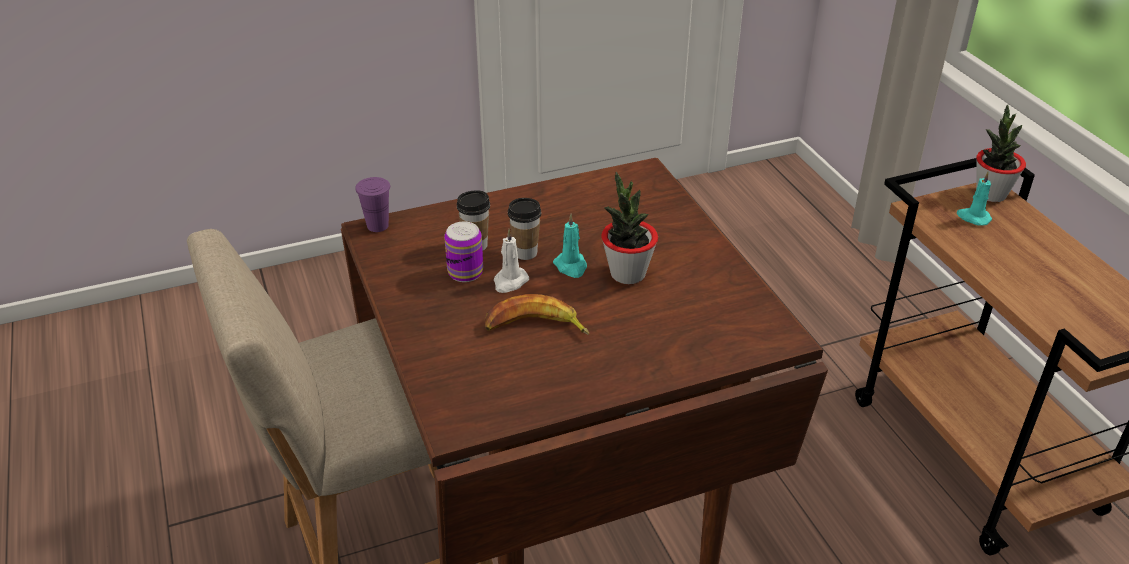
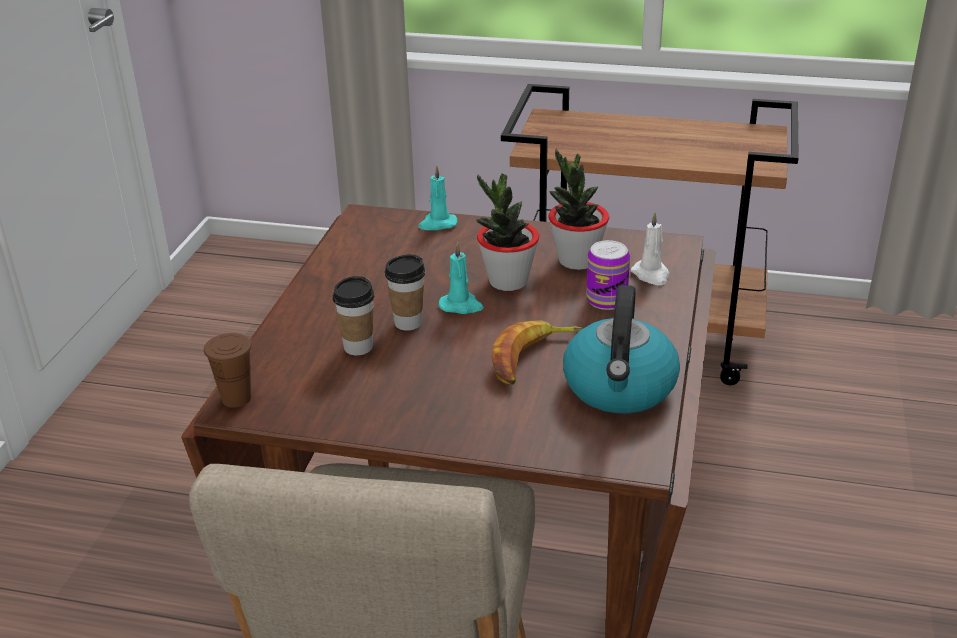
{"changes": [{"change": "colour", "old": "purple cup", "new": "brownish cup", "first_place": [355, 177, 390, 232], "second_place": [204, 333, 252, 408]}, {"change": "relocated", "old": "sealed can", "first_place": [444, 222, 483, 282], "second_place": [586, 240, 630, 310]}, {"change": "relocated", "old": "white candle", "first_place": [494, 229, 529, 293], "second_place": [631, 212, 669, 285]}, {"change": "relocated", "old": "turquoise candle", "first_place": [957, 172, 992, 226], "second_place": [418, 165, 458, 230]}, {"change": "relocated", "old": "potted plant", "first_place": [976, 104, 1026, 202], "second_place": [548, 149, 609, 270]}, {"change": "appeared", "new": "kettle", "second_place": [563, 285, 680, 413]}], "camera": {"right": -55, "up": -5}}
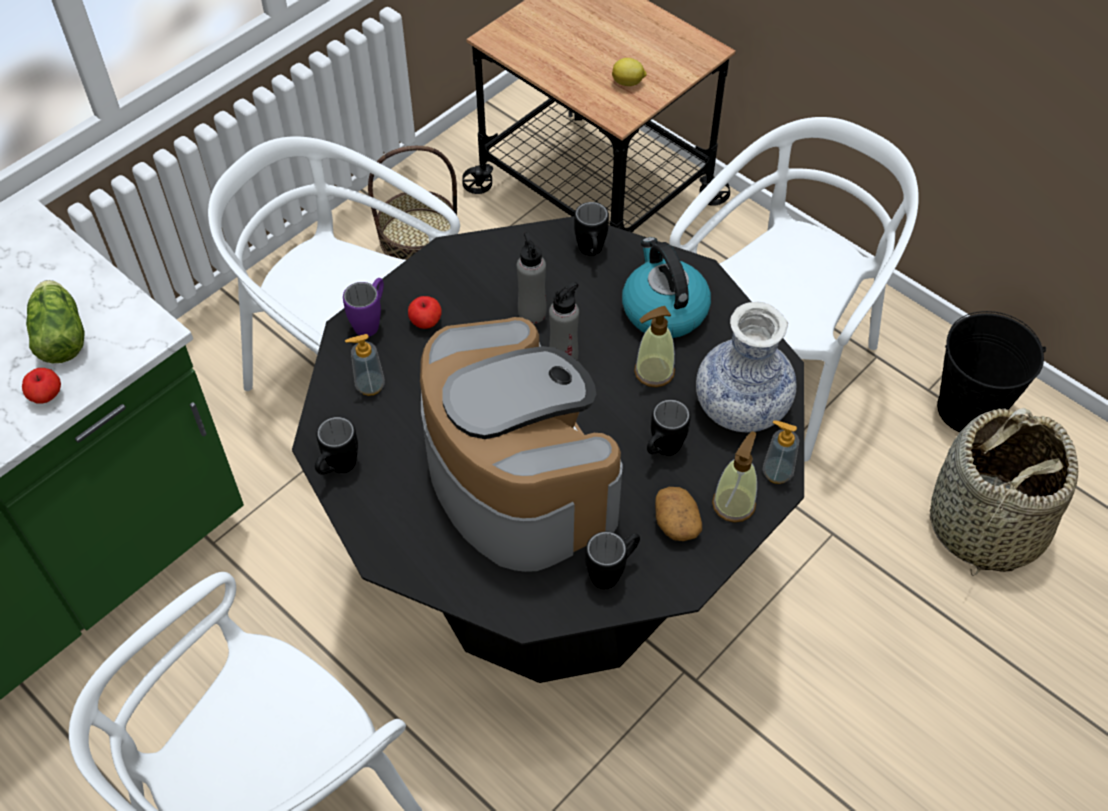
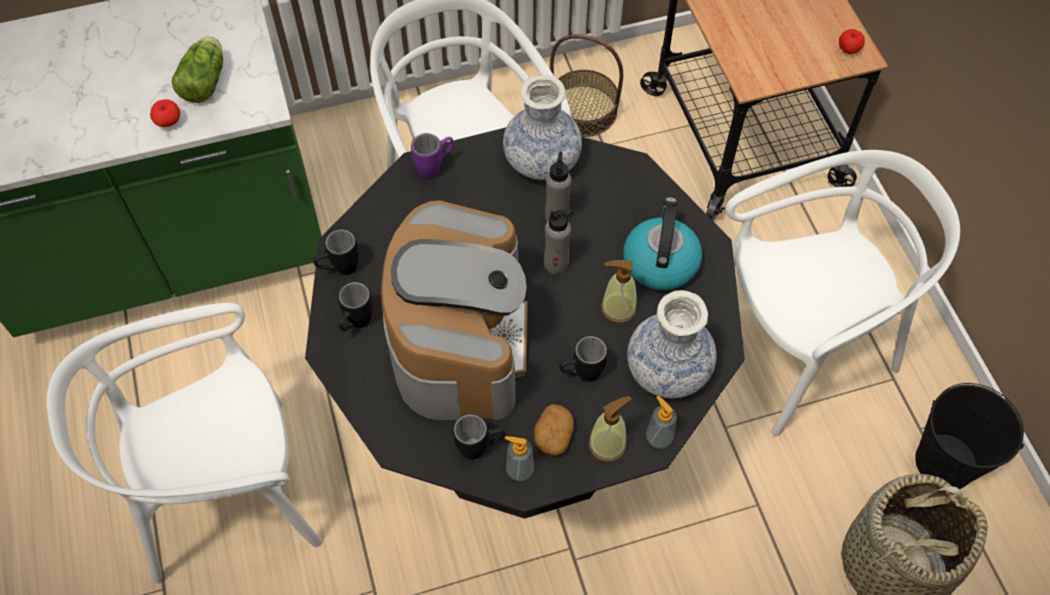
{"changes": [{"change": "relocated", "old": "soap bottle", "first_place": [345, 334, 385, 396], "second_place": [505, 436, 534, 481]}, {"change": "relocated", "old": "apple fruit", "first_place": [408, 296, 442, 329], "second_place": [839, 29, 865, 54]}, {"change": "relocated", "old": "black tea mug", "first_place": [574, 202, 609, 256], "second_place": [338, 282, 373, 331]}, {"change": "missing", "old": "lemon", "first_place": [612, 58, 647, 86]}, {"change": "appeared", "new": "flower vase", "second_place": [503, 75, 582, 180]}], "camera": {"right": 30, "up": 5}}
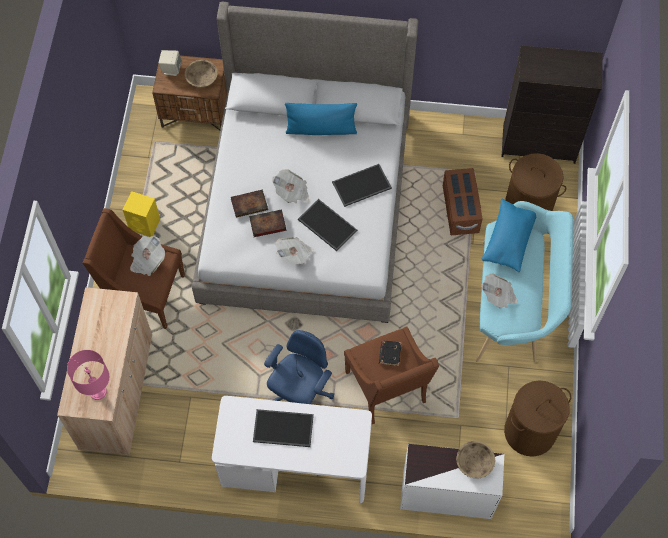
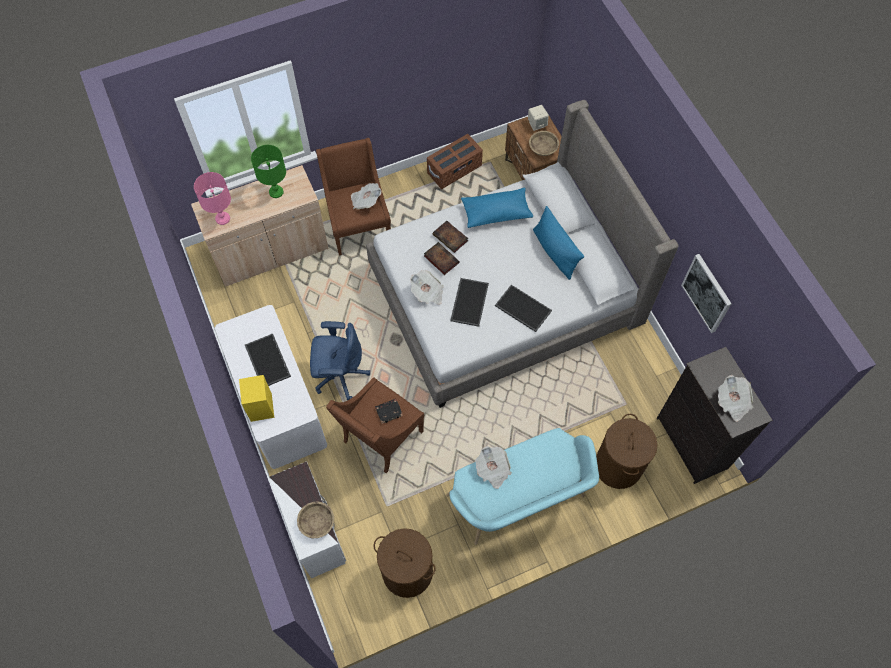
{"changes": [{"change": "relocated", "old": "yellow-coloured loudspeaker", "first_place": [123, 191, 160, 237], "second_place": [239, 375, 274, 422]}, {"change": "relocated", "old": "newspaper", "first_place": [272, 169, 309, 203], "second_place": [718, 375, 753, 422]}, {"change": "relocated", "old": "brownish storage container", "first_place": [443, 168, 483, 235], "second_place": [427, 134, 483, 189]}, {"change": "relocated", "old": "blue-coloured pillow", "first_place": [481, 199, 536, 272], "second_place": [461, 187, 533, 228]}, {"change": "appeared", "new": "green table lamp", "second_place": [251, 145, 286, 198]}, {"change": "appeared", "new": "wall picture", "second_place": [681, 254, 732, 333]}], "camera": {"right": 60, "up": 0}}
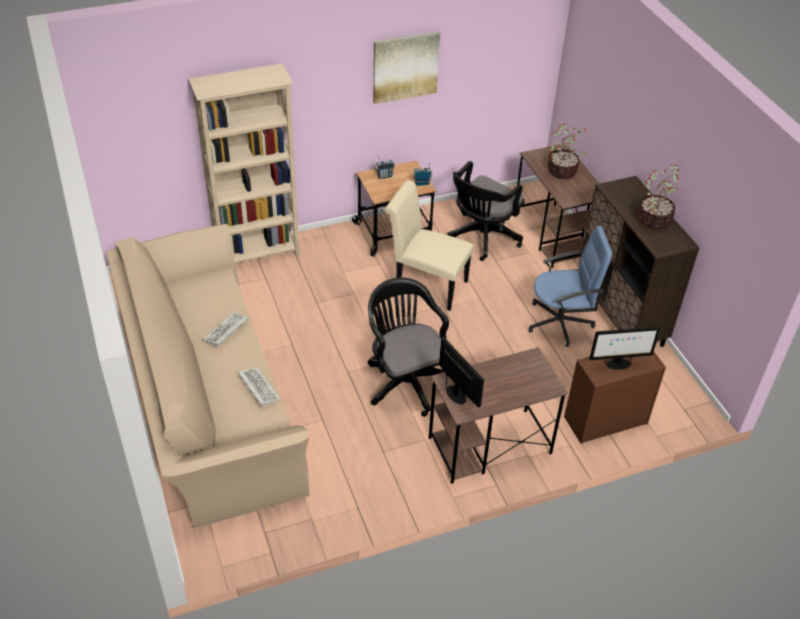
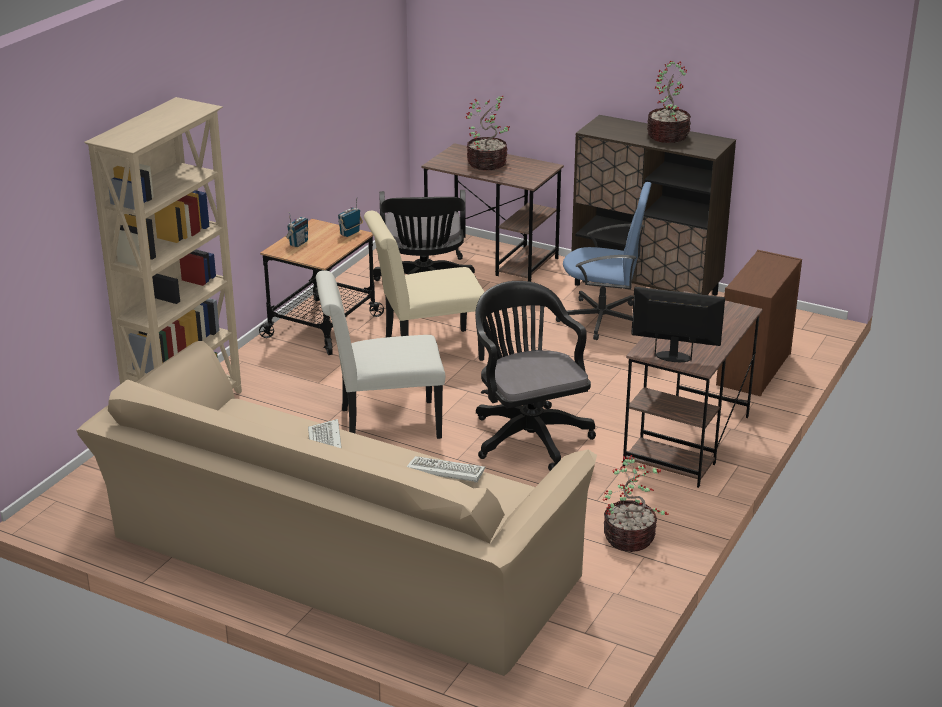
{"changes": [{"change": "spun", "old": "black desk chair", "first_place": [368, 278, 449, 417], "second_place": [475, 281, 596, 471], "degrees": 45}, {"change": "missing", "old": "wall picture", "first_place": [373, 31, 440, 104]}, {"change": "spun", "old": "blue-coloured desk chair", "first_place": [528, 226, 612, 347], "second_place": [556, 182, 651, 340], "degrees": 60}, {"change": "missing", "old": "computer display", "first_place": [589, 327, 661, 370]}, {"change": "appeared", "new": "white chair", "second_place": [316, 270, 445, 439]}, {"change": "appeared", "new": "potted plant", "second_place": [603, 455, 669, 552]}], "camera": {"right": -40, "up": -15}}
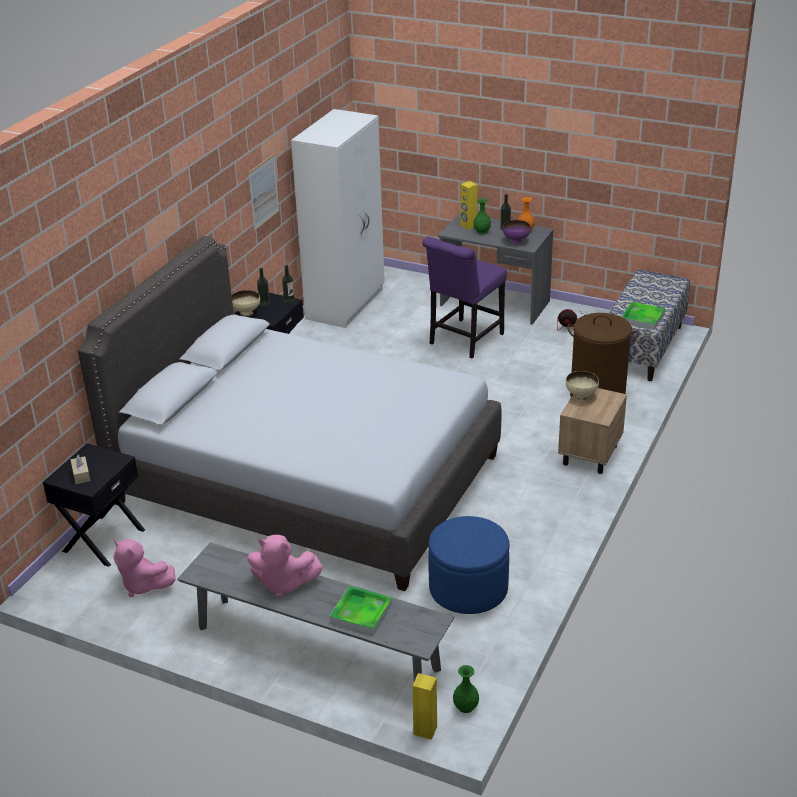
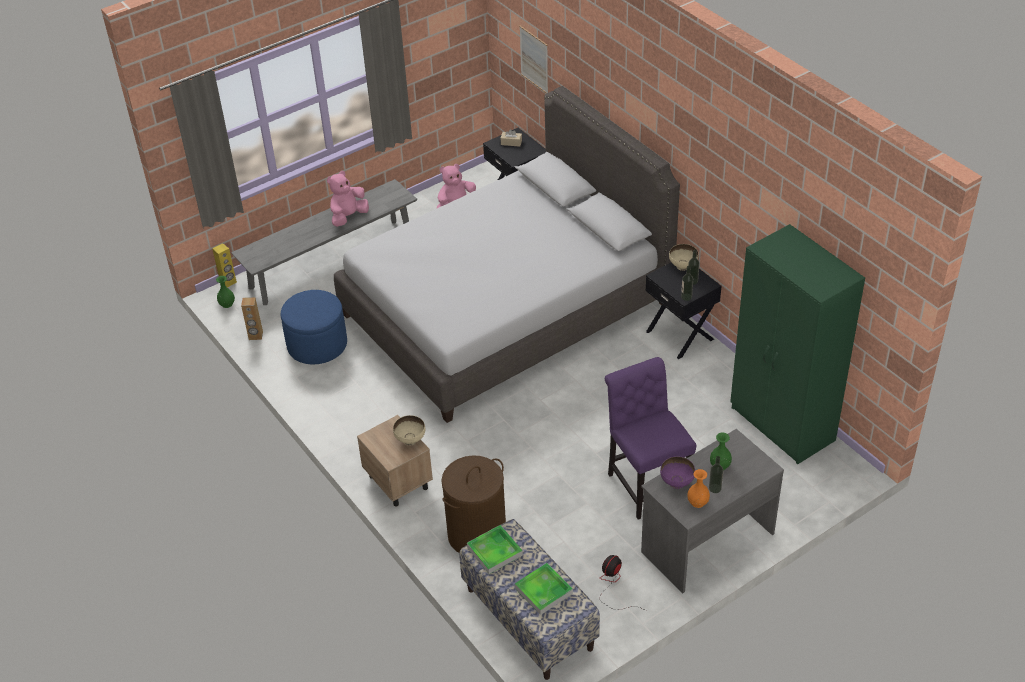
{"changes": [{"change": "relocated", "old": "wall picture", "first_place": [248, 154, 280, 231], "second_place": [519, 26, 548, 93]}, {"change": "colour", "old": "white clothes cupboard", "new": "green clothes cupboard", "first_place": [291, 109, 385, 328], "second_place": [730, 224, 865, 464]}, {"change": "relocated", "old": "serving tray", "first_place": [329, 586, 392, 635], "second_place": [515, 563, 573, 615]}, {"change": "missing", "old": "yellow-coloured loudspeaker", "first_place": [460, 181, 477, 230]}, {"change": "appeared", "new": "brownish loudspeaker", "second_place": [241, 297, 263, 340]}], "camera": {"right": 120, "up": 10}}
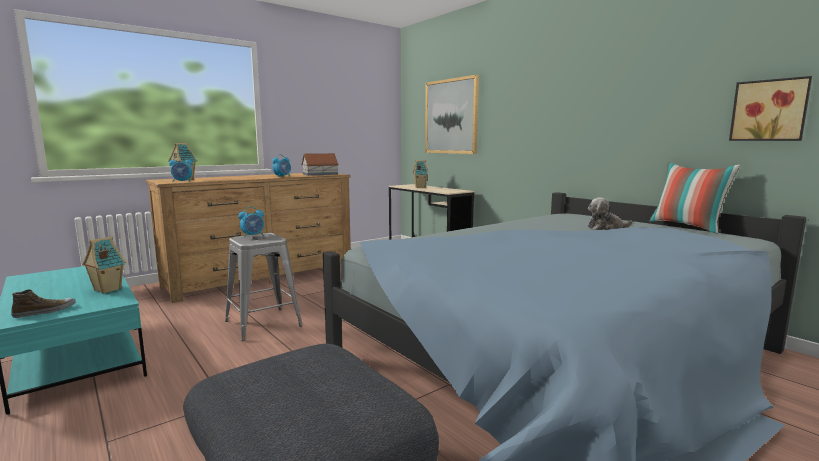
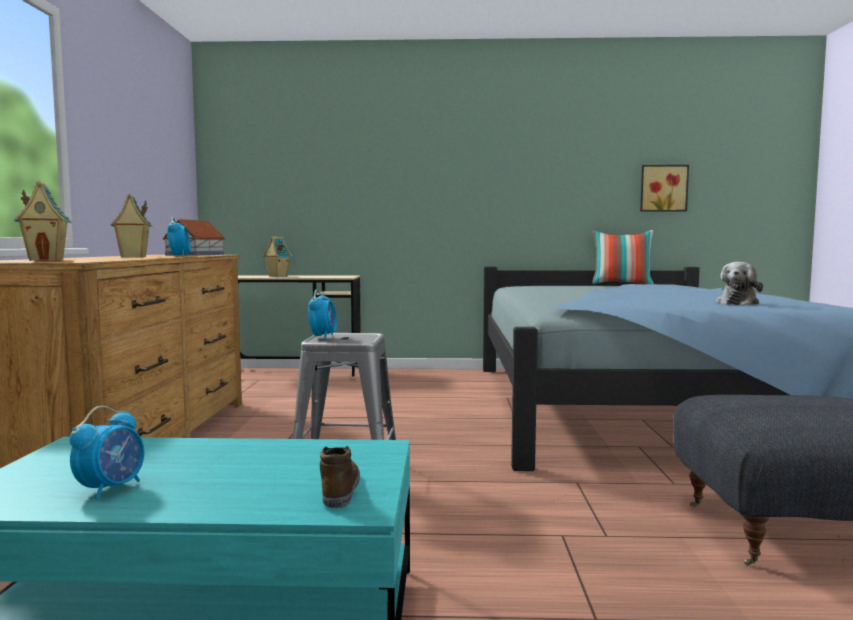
{"changes": [{"change": "relocated", "old": "model house", "first_place": [82, 237, 126, 294], "second_place": [110, 194, 153, 257]}, {"change": "relocated", "old": "table clock", "first_place": [169, 156, 193, 182], "second_place": [69, 406, 144, 501]}, {"change": "missing", "old": "wall picture", "first_place": [425, 75, 479, 154]}, {"change": "relocated", "old": "plush toy", "first_place": [588, 197, 633, 230], "second_place": [716, 262, 763, 305]}], "camera": {"right": -50, "up": -5}}
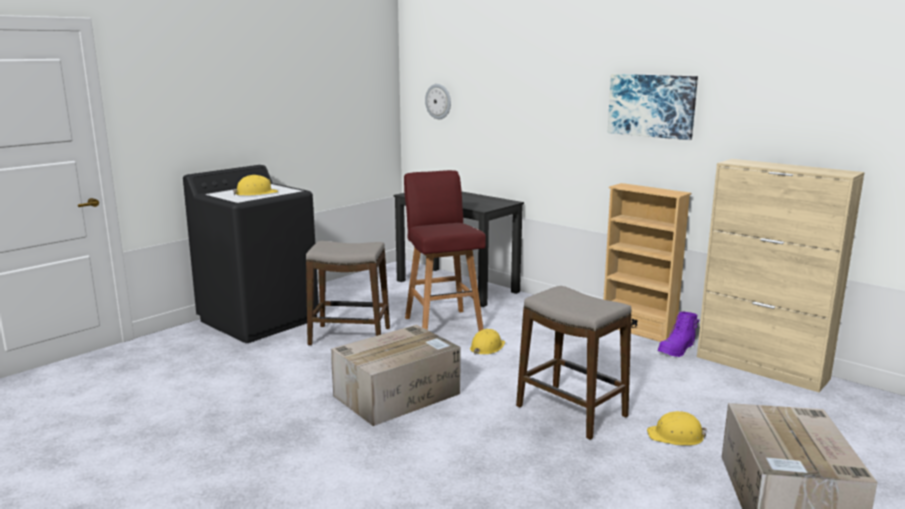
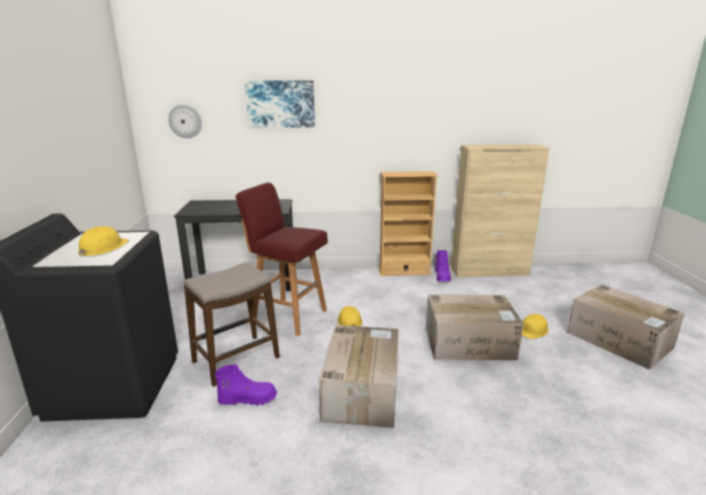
{"changes": [{"change": "exchanged", "old": "stool seat", "new": "packing box", "first_place": [516, 286, 631, 440], "second_place": [426, 294, 524, 360]}, {"change": "relocated", "old": "wall picture", "first_place": [608, 74, 698, 140], "second_place": [245, 80, 315, 128]}, {"change": "appeared", "new": "purple high-top boot", "second_place": [215, 365, 277, 406]}], "camera": {"right": -45, "up": 5}}
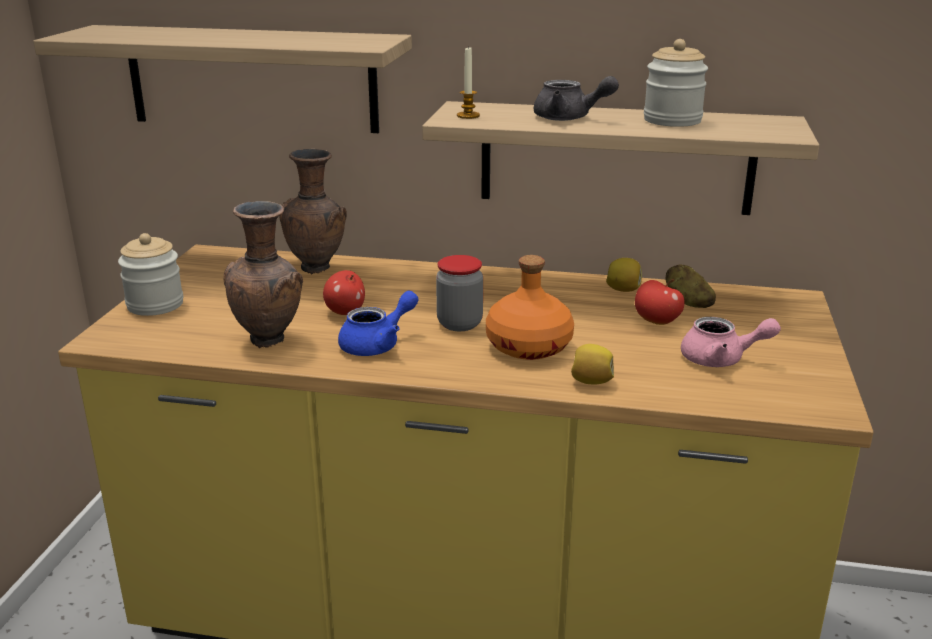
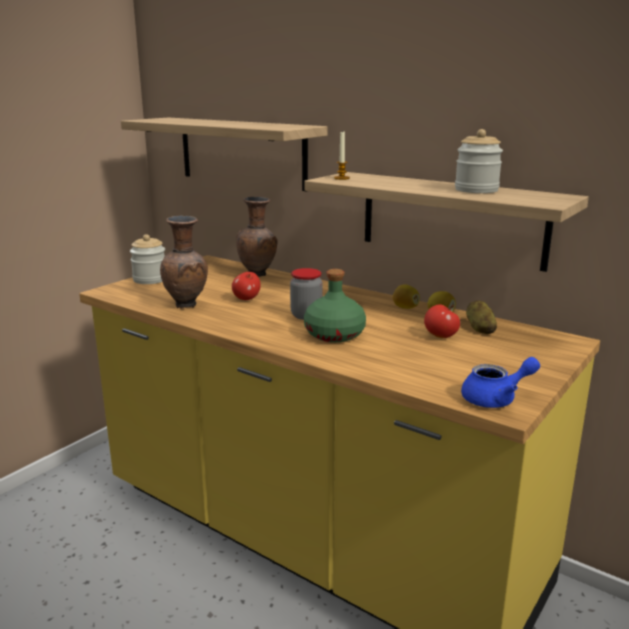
{"changes": [{"change": "relocated", "old": "blue-coloured teapot", "first_place": [338, 291, 418, 356], "second_place": [461, 357, 540, 408]}, {"change": "colour", "old": "orange beverage bottle", "new": "green beverage bottle", "first_place": [486, 255, 574, 360], "second_place": [304, 269, 366, 342]}, {"change": "missing", "old": "gray teapot", "first_place": [534, 76, 619, 121]}, {"change": "relocated", "old": "lemon", "first_place": [571, 344, 614, 384], "second_place": [392, 284, 420, 309]}, {"change": "missing", "old": "pink-coloured teapot", "first_place": [681, 317, 781, 367]}], "camera": {"right": 25, "up": -5}}
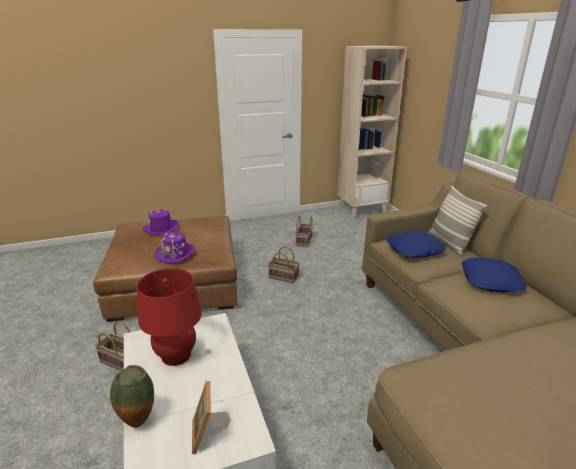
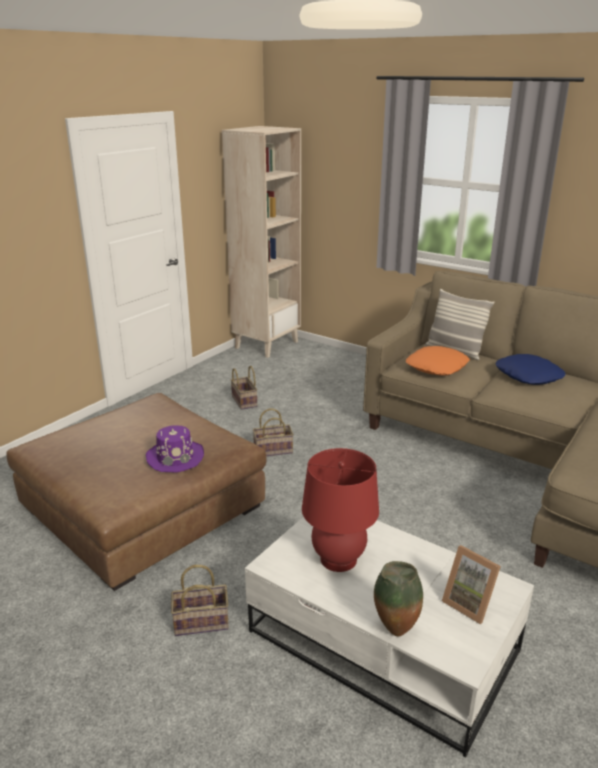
{"changes": [{"change": "missing", "old": "purple hat", "first_place": [143, 208, 179, 235]}, {"change": "colour", "old": "blue-coloured pillow", "new": "orange pillow", "first_place": [387, 231, 446, 258], "second_place": [406, 346, 470, 376]}], "camera": {"right": -35, "up": 0}}
